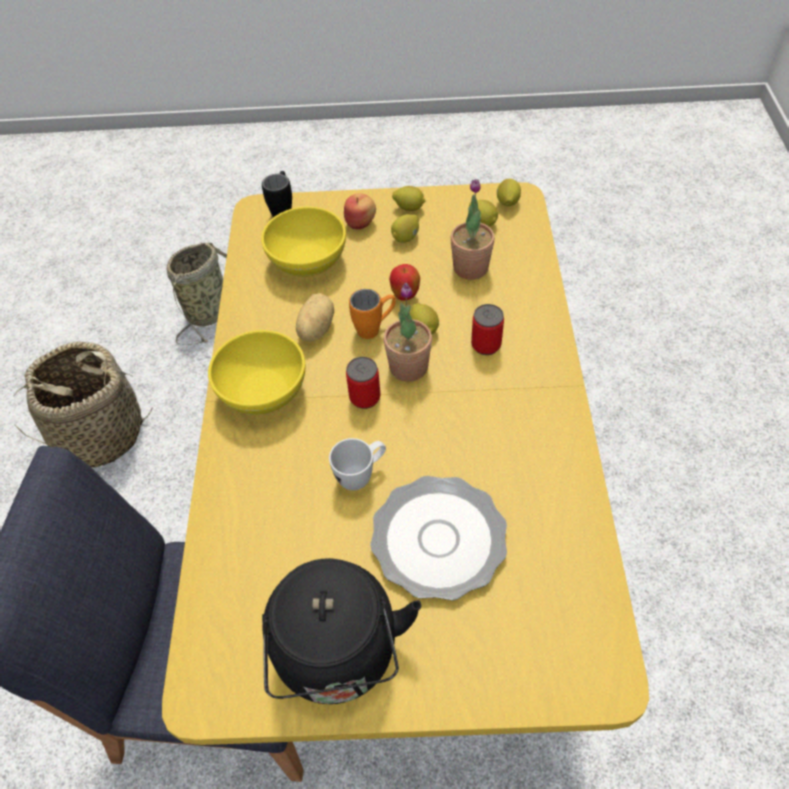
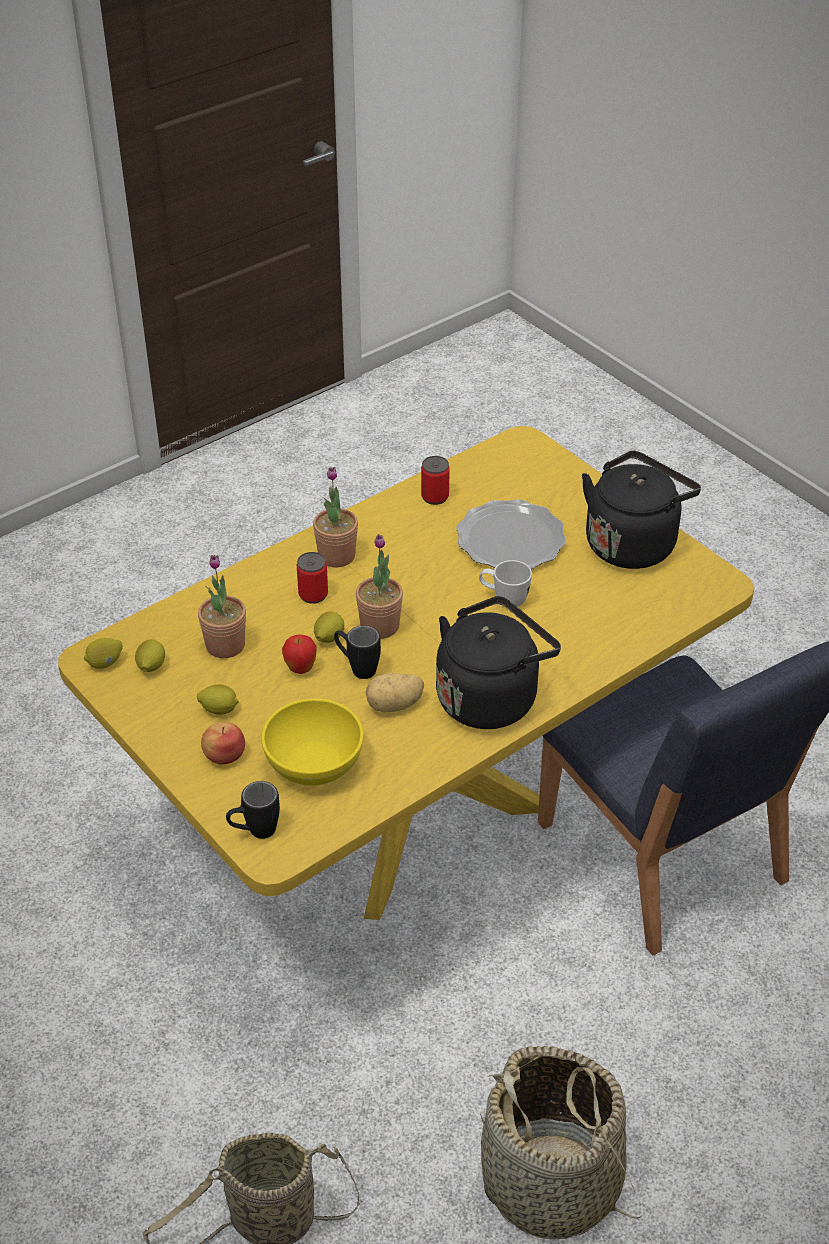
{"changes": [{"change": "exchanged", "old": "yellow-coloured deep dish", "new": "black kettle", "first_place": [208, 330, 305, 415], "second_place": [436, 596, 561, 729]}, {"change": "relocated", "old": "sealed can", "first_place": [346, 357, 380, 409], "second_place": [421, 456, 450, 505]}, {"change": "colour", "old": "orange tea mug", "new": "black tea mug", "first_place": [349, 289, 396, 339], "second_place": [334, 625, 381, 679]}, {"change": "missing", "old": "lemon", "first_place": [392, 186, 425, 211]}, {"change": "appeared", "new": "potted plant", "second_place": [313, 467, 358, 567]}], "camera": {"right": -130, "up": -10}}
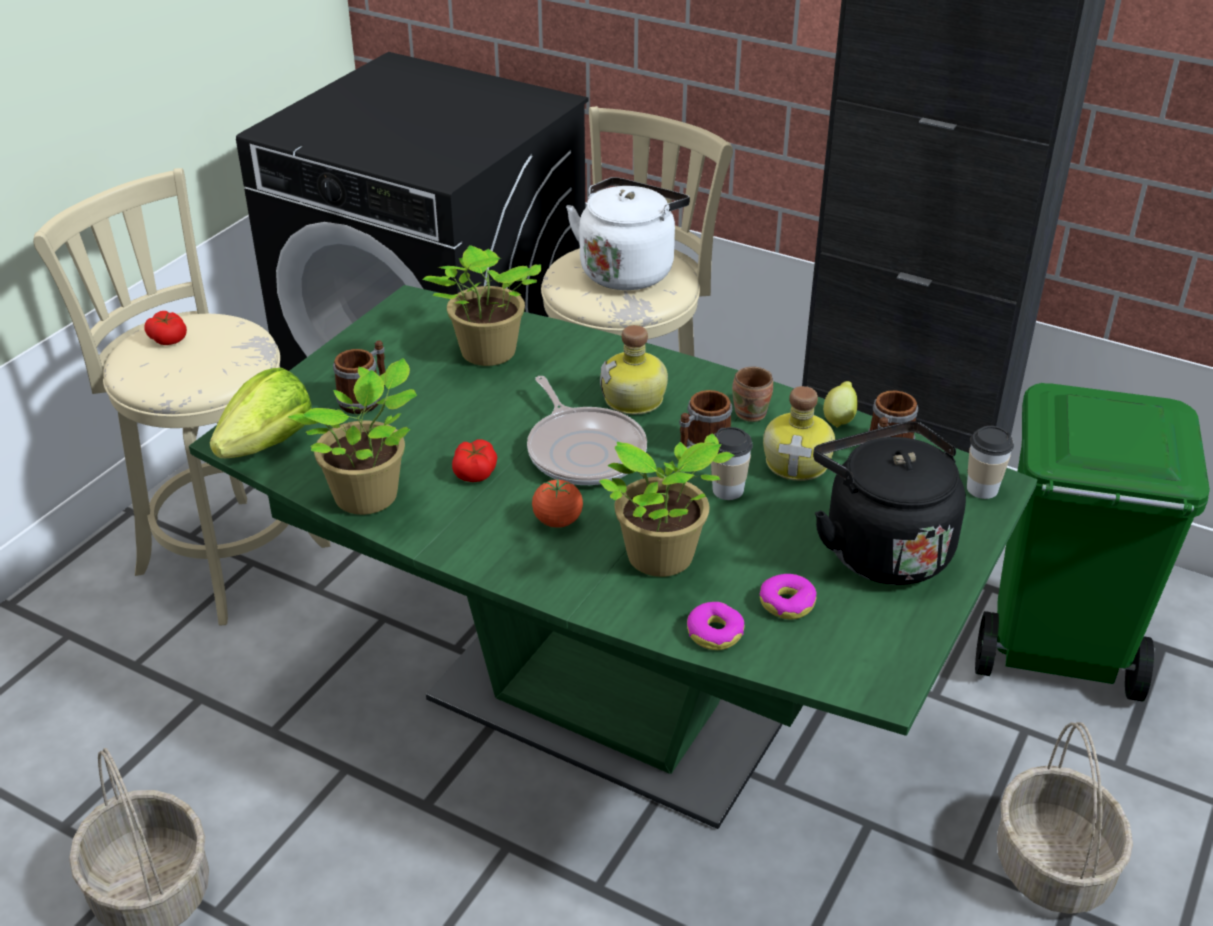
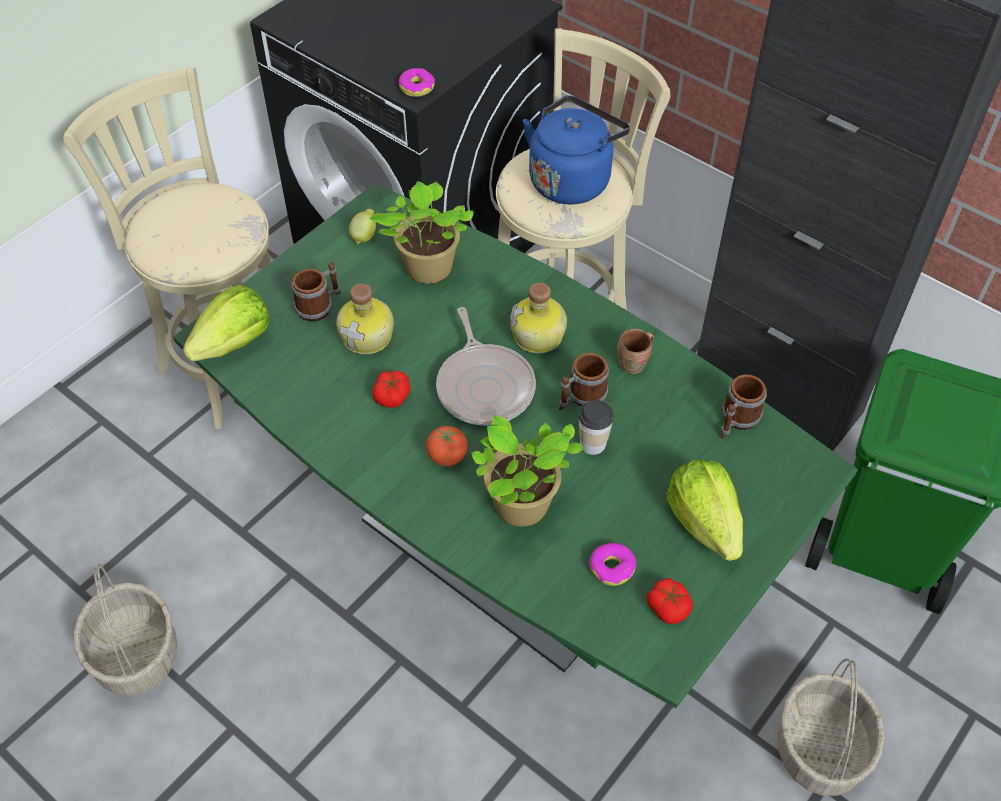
{"changes": [{"change": "relocated", "old": "whole tomato", "first_place": [145, 311, 187, 345], "second_place": [647, 578, 693, 624]}, {"change": "missing", "old": "potted plant", "first_place": [288, 358, 417, 515]}, {"change": "colour", "old": "white kettle", "new": "blue-coloured kettle", "first_place": [566, 177, 690, 290], "second_place": [523, 95, 630, 204]}, {"change": "relocated", "old": "donut", "first_place": [687, 602, 744, 650], "second_place": [399, 68, 435, 97]}, {"change": "relocated", "old": "beverage bottle", "first_place": [763, 386, 835, 481], "second_place": [336, 283, 394, 355]}, {"change": "exchanged", "old": "black kettle", "new": "lettuce head", "first_place": [813, 421, 966, 585], "second_place": [666, 459, 743, 561]}, {"change": "relocated", "old": "lemon", "first_place": [823, 381, 858, 428], "second_place": [349, 209, 376, 244]}, {"change": "missing", "old": "cup", "first_place": [967, 426, 1014, 499]}], "camera": {"right": 10, "up": 15}}
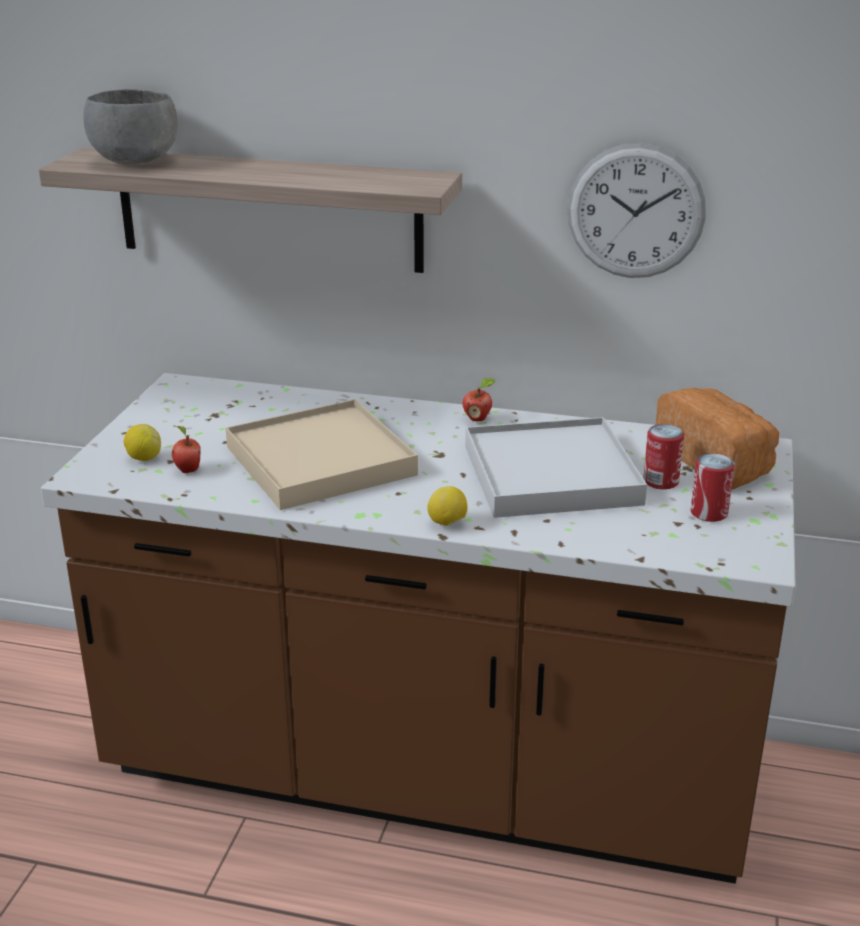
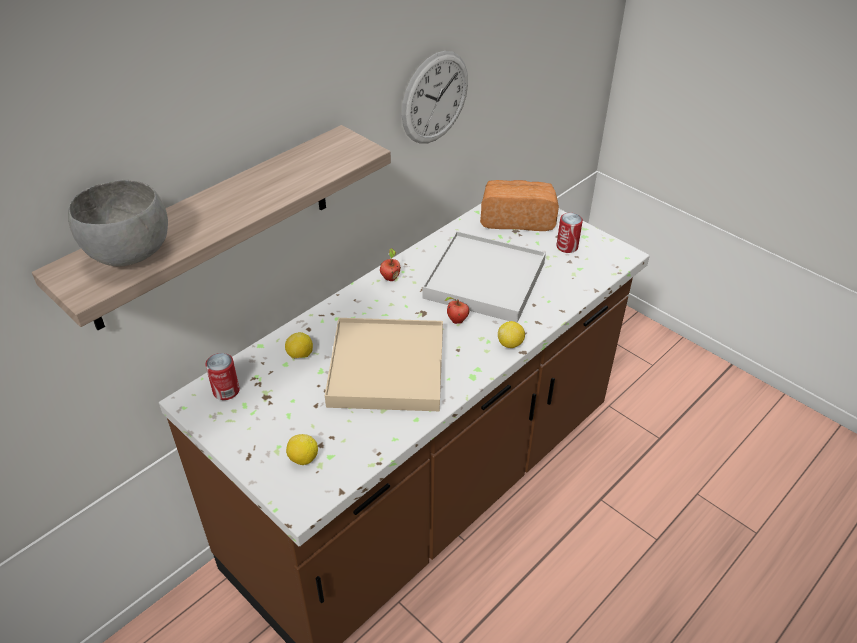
{"changes": [{"change": "relocated", "old": "apple fruit", "first_place": [172, 426, 201, 473], "second_place": [445, 297, 469, 324]}, {"change": "relocated", "old": "sealed can", "first_place": [643, 424, 684, 489], "second_place": [205, 353, 240, 400]}, {"change": "appeared", "new": "lemon", "second_place": [285, 332, 313, 358]}], "camera": {"right": -60, "up": 15}}
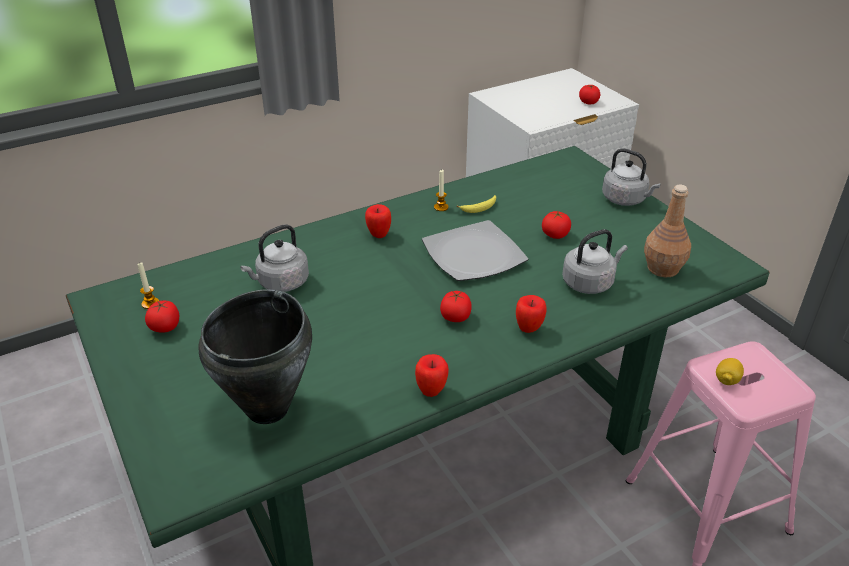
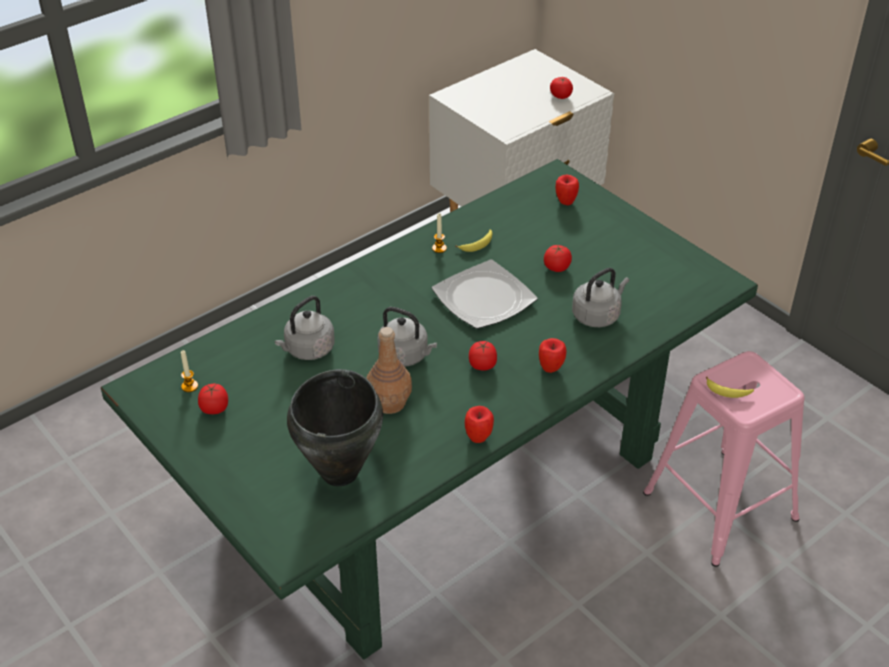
{"changes": [{"change": "relocated", "old": "apple fruit", "first_place": [365, 204, 391, 238], "second_place": [556, 175, 579, 205]}, {"change": "relocated", "old": "gray kettle", "first_place": [602, 148, 661, 206], "second_place": [378, 307, 437, 367]}, {"change": "relocated", "old": "brownish beverage bottle", "first_place": [644, 185, 691, 277], "second_place": [366, 327, 412, 414]}, {"change": "exchanged", "old": "lemon", "new": "banana", "first_place": [716, 358, 744, 385], "second_place": [706, 377, 754, 398]}], "camera": {"right": -10, "up": 5}}
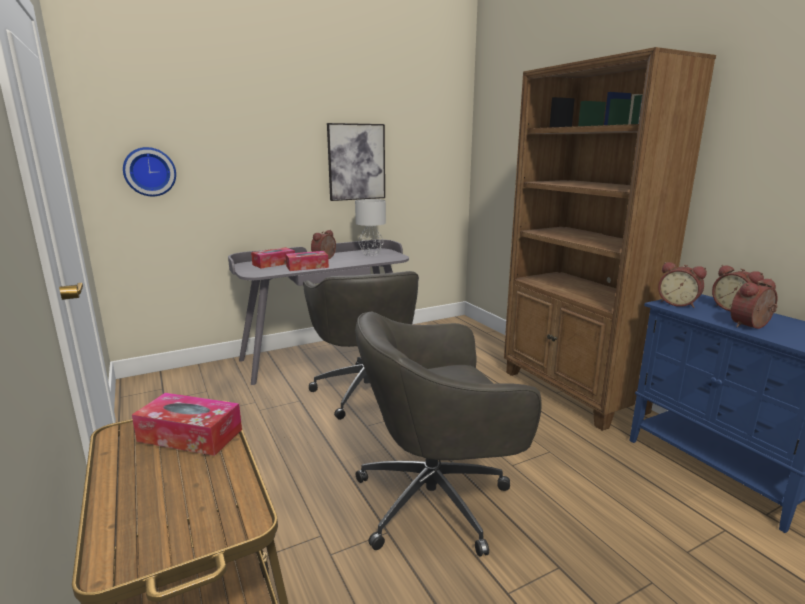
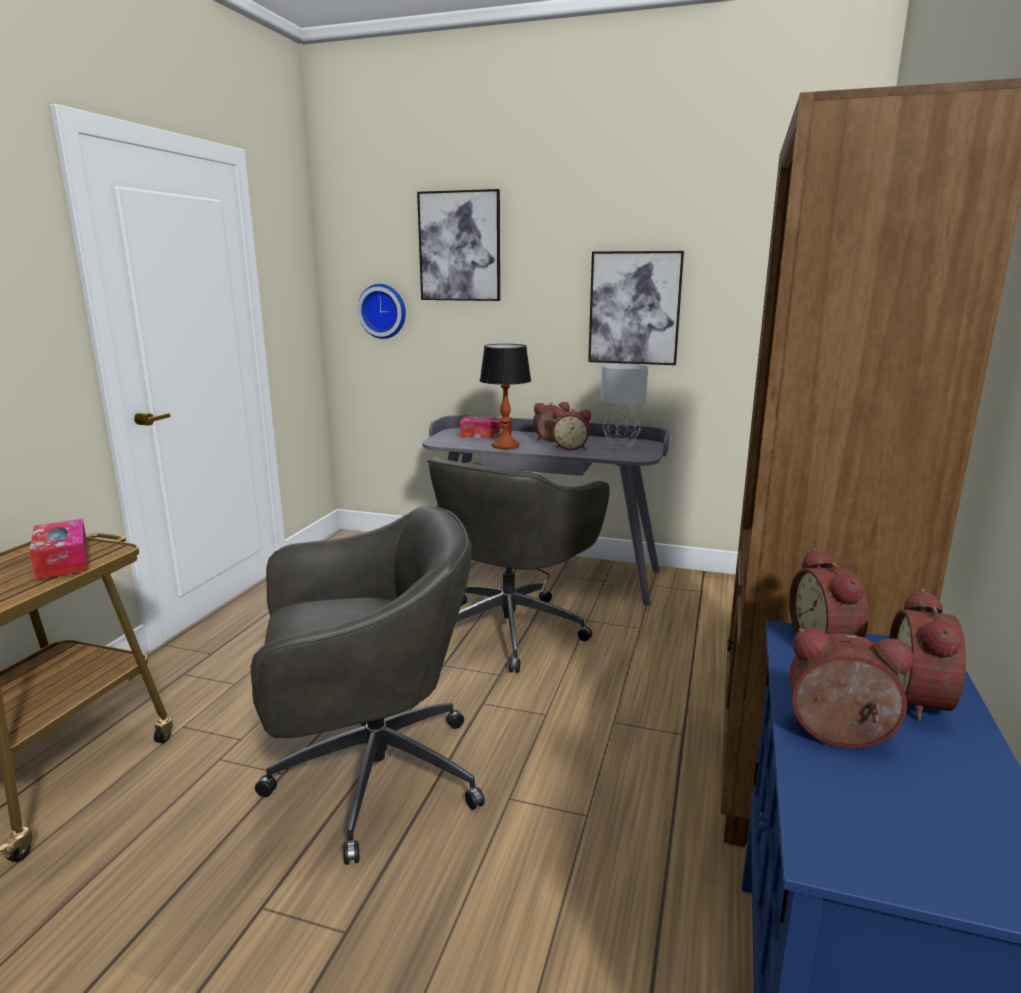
{"changes": [{"change": "exchanged", "old": "tissue holder", "new": "table lamp", "first_place": [286, 251, 329, 271], "second_place": [480, 344, 531, 449]}, {"change": "spun", "old": "gray desk chair", "first_place": [355, 312, 542, 556], "second_place": [251, 506, 485, 865], "degrees": 135}, {"change": "appeared", "new": "wall picture", "second_place": [417, 189, 500, 301]}, {"change": "appeared", "new": "table clock", "second_place": [552, 408, 591, 450]}], "camera": {"right": 45, "up": 0}}
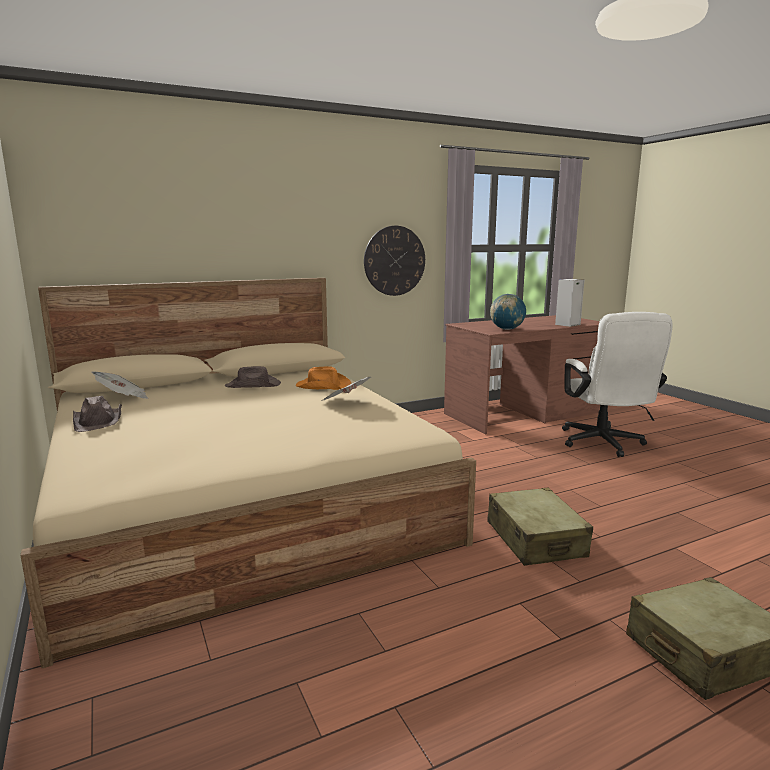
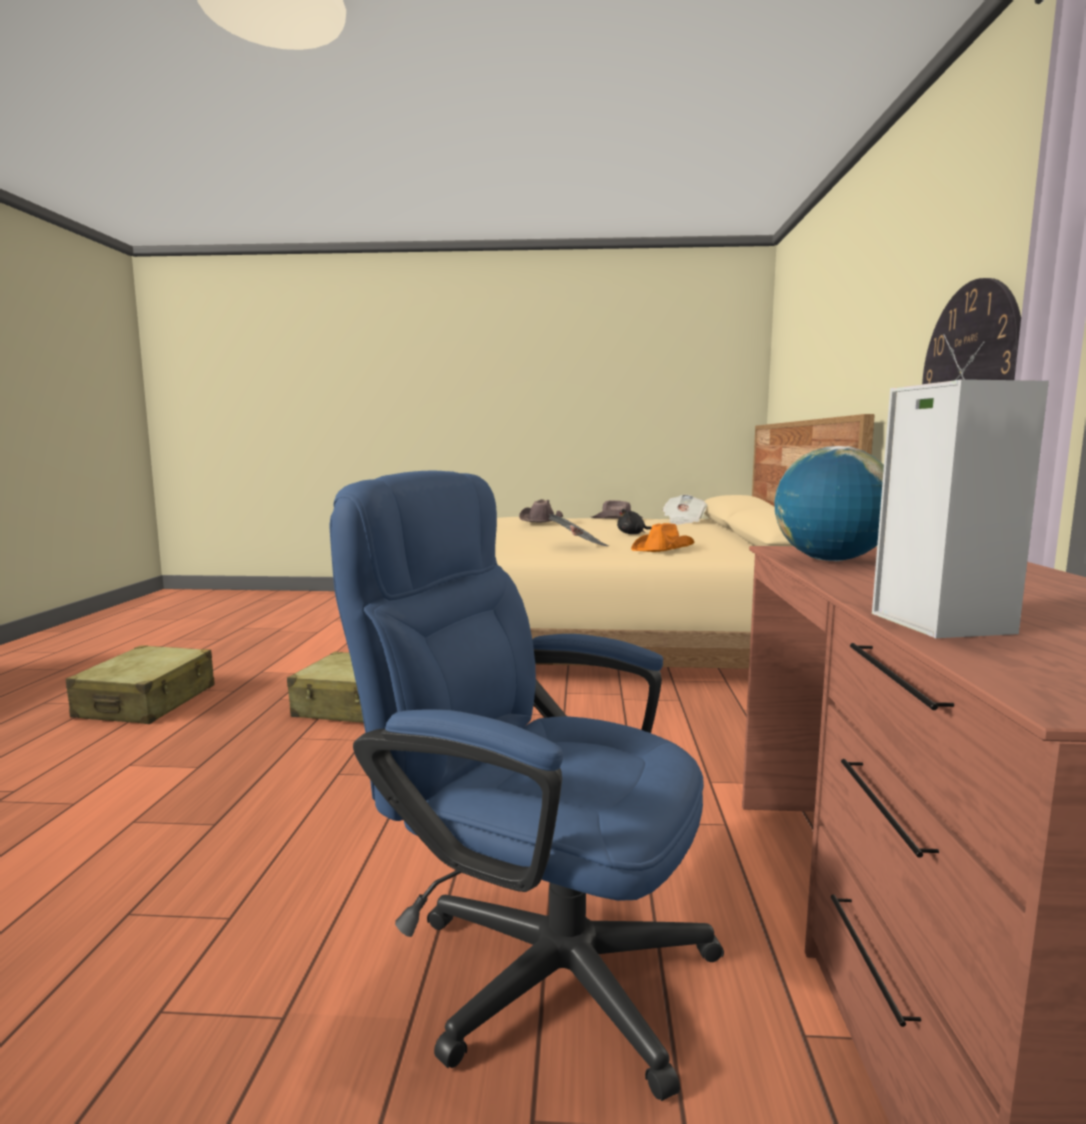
{"changes": [{"change": "relocated", "old": "brownish hat", "first_place": [225, 366, 281, 388], "second_place": [519, 499, 563, 522]}, {"change": "colour", "old": "white desk chair", "new": "blue-coloured desk chair", "first_place": [562, 312, 673, 457], "second_place": [329, 471, 724, 1101]}, {"change": "appeared", "new": "black plush toy", "second_place": [617, 509, 652, 534]}], "camera": {"right": 120, "up": -5}}
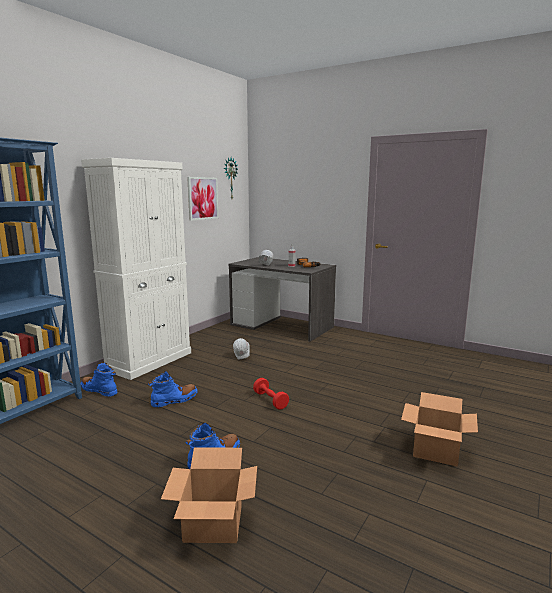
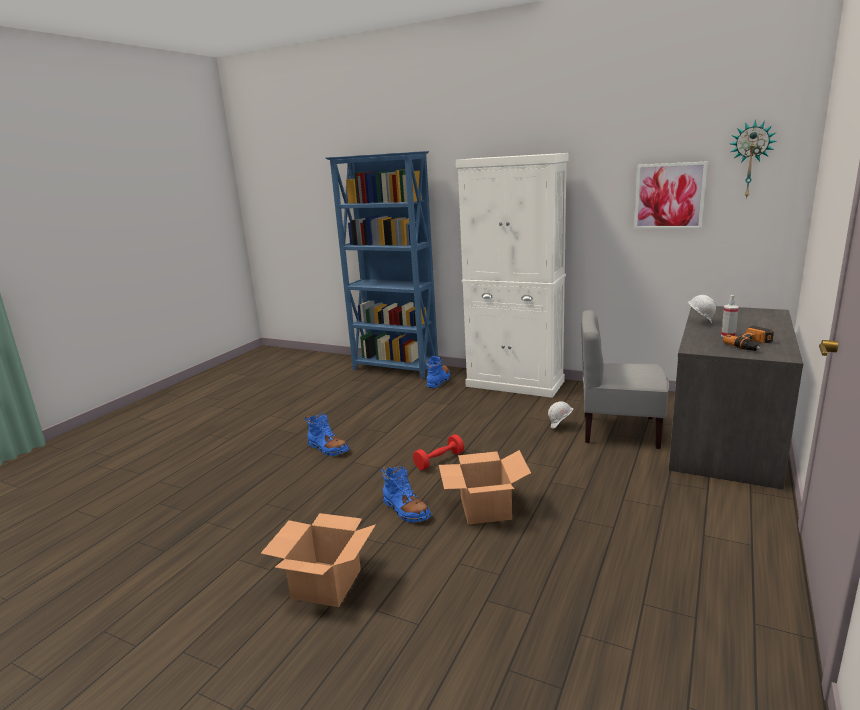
{"changes": [{"change": "relocated", "old": "blue-coloured high-top boot", "first_place": [148, 371, 198, 408], "second_place": [380, 466, 431, 523]}, {"change": "relocated", "old": "packing box", "first_place": [161, 447, 257, 543], "second_place": [439, 450, 531, 524]}, {"change": "appeared", "new": "gray chair", "second_place": [581, 310, 669, 449]}], "camera": {"right": 85, "up": 5}}
